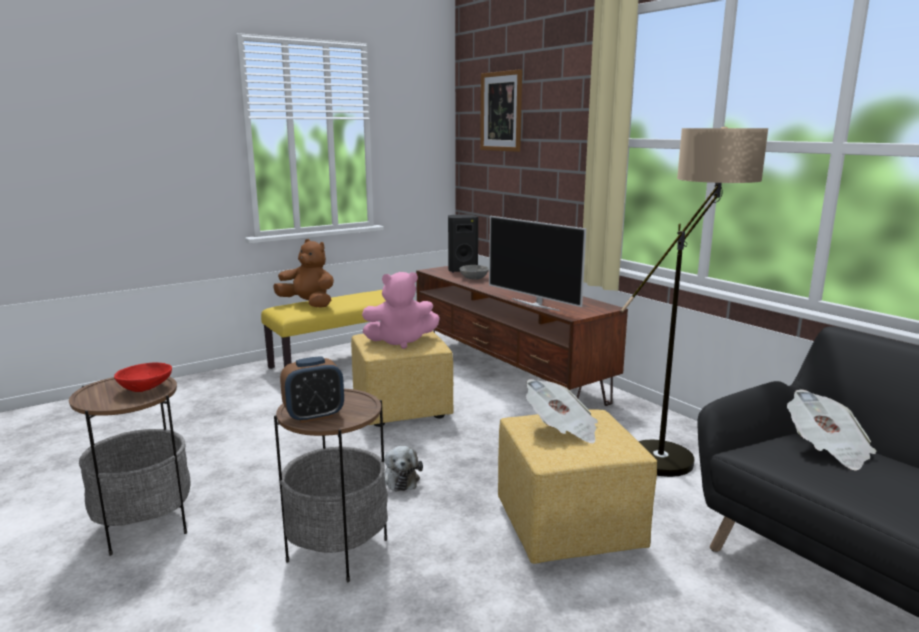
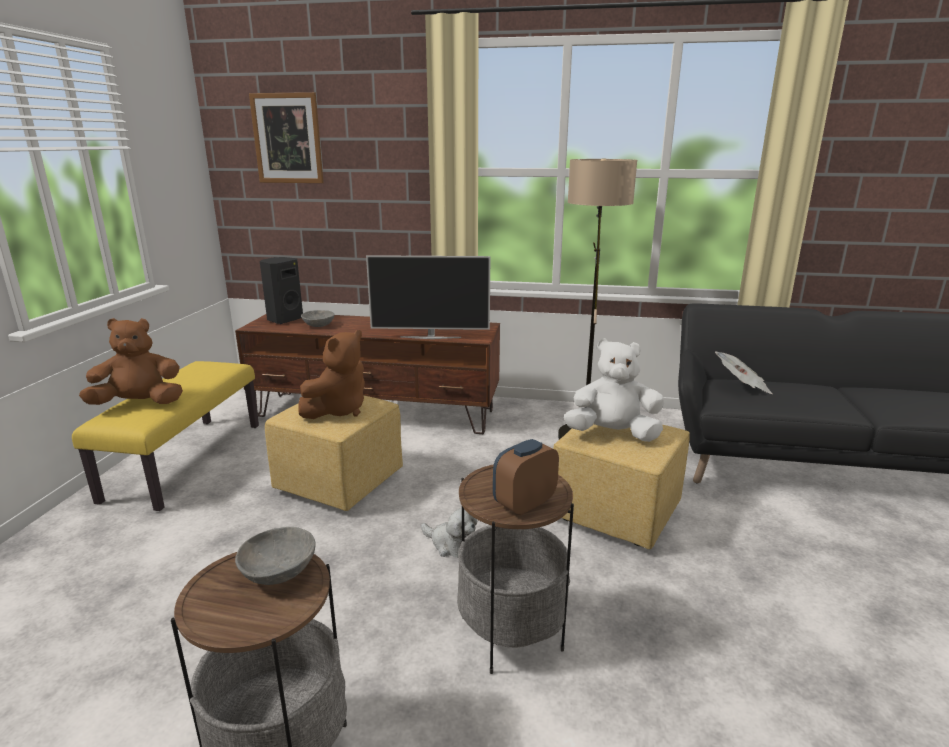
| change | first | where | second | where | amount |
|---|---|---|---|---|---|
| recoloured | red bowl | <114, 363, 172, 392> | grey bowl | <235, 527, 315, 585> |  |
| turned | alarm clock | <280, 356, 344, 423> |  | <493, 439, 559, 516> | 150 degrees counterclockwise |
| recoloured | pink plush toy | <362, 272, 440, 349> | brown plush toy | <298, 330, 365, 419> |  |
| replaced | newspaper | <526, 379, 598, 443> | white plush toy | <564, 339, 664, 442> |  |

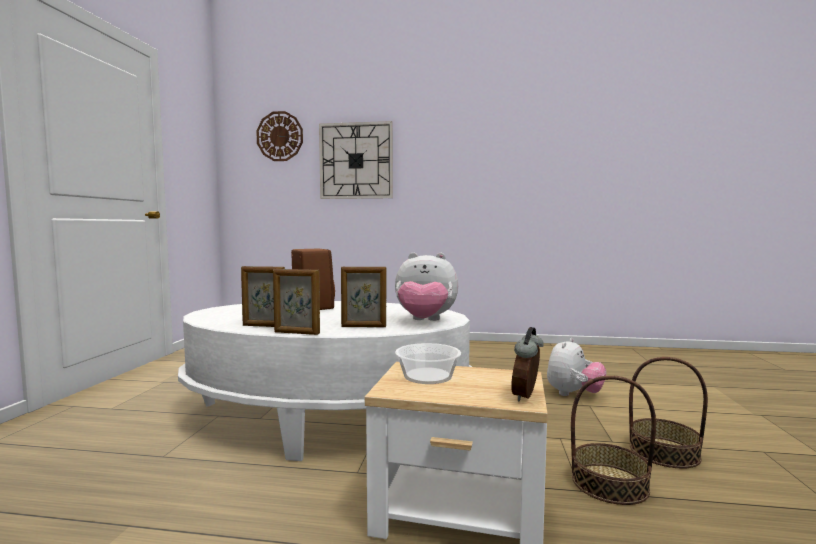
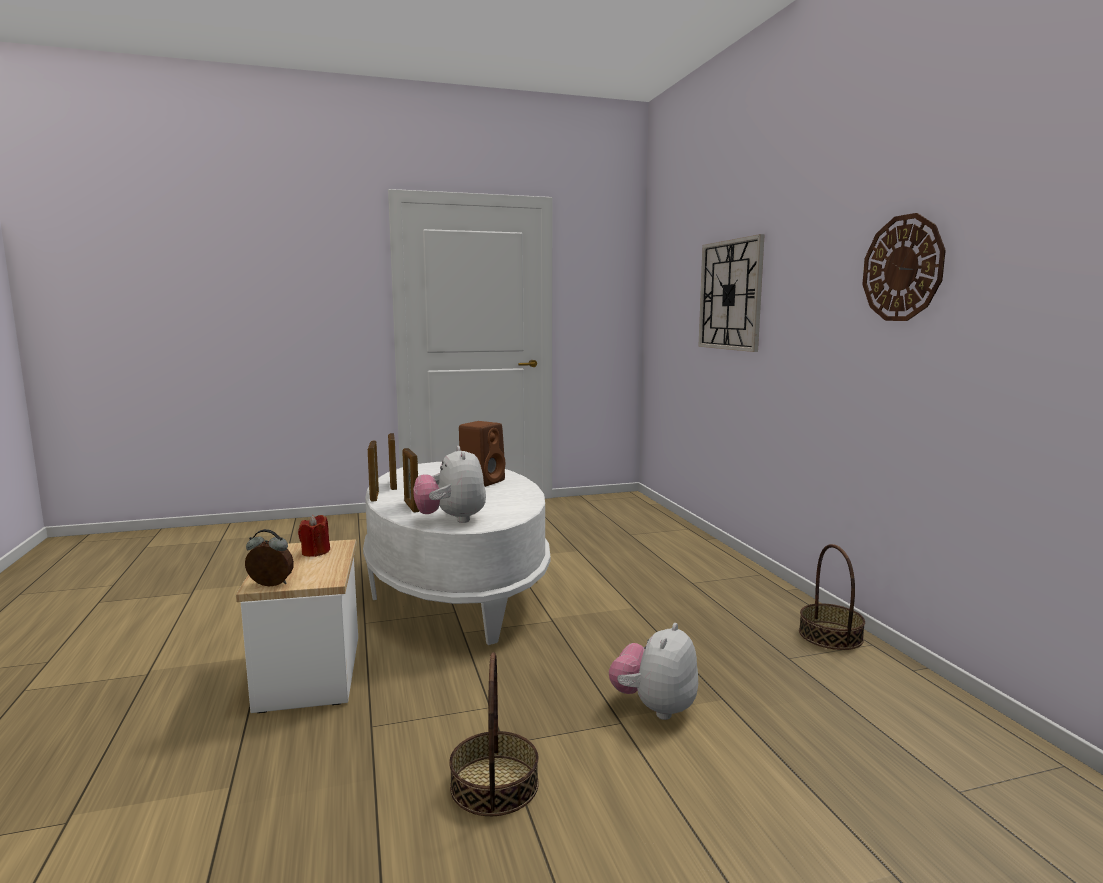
| change | first | where | second | where | amount |
|---|---|---|---|---|---|
| moved | wall clock | <256, 111, 303, 161> |  | <862, 213, 946, 321> |  |
| replaced | bowl | <395, 343, 461, 384> | red candle | <298, 515, 330, 557> |  |
| turned | plush toy | <547, 338, 606, 396> |  | <609, 623, 698, 720> | 105 degrees clockwise |
| moved | basket | <571, 375, 656, 505> |  | <799, 544, 865, 650> |  |

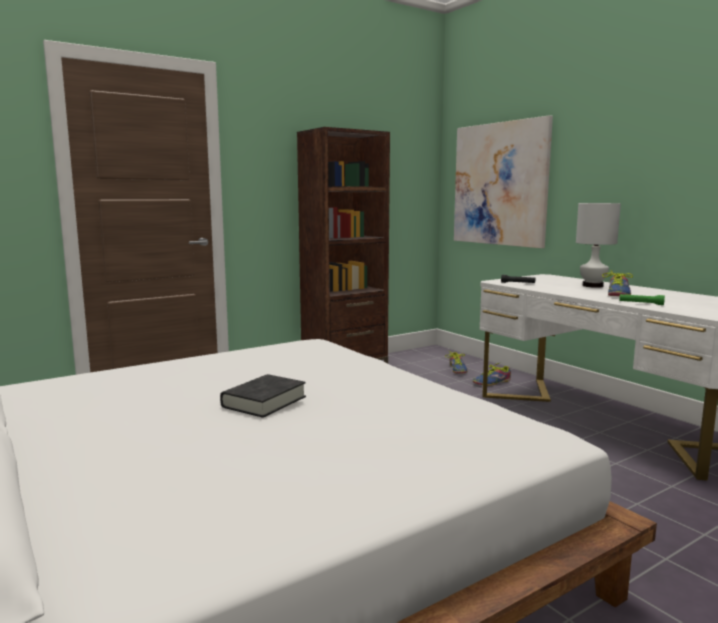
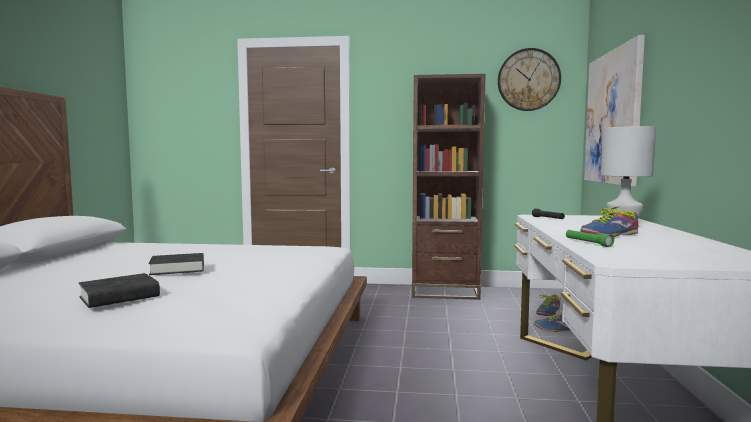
| change | first | where | second | where | amount |
|---|---|---|---|---|---|
| added |  |  | black book | <78, 273, 160, 308> |  |
| added |  |  | wall clock | <498, 48, 561, 111> |  |

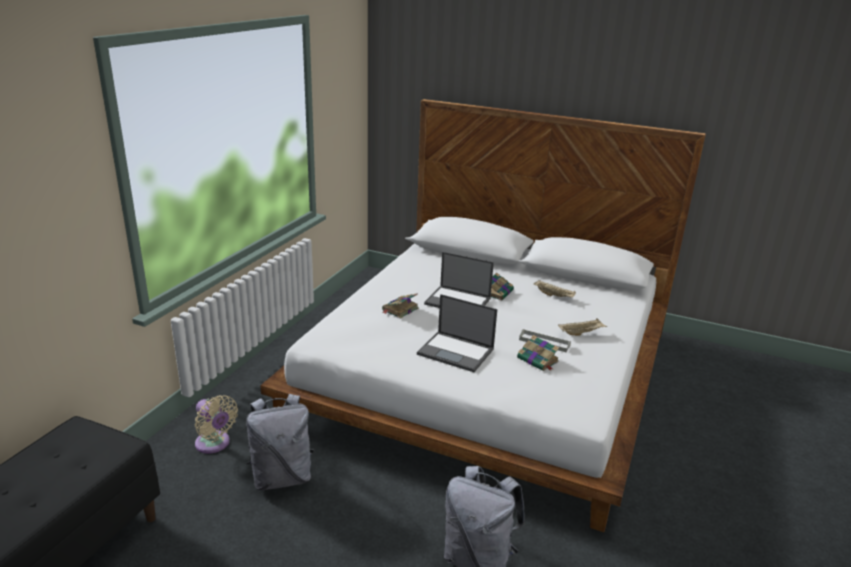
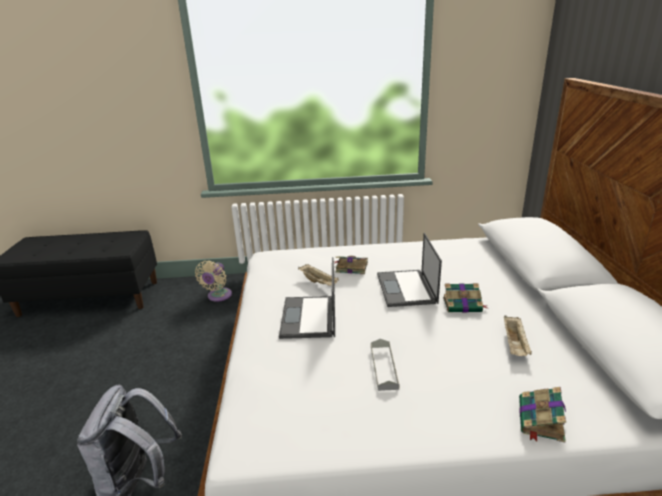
| change | first | where | second | where | amount |
|---|---|---|---|---|---|
| removed | grey backpack | <246, 394, 314, 491> |  |  |  |
| moved | book | <517, 335, 559, 371> |  | <519, 387, 566, 442> |  |
| moved | beige tray | <558, 318, 607, 336> |  | <298, 264, 339, 286> |  |

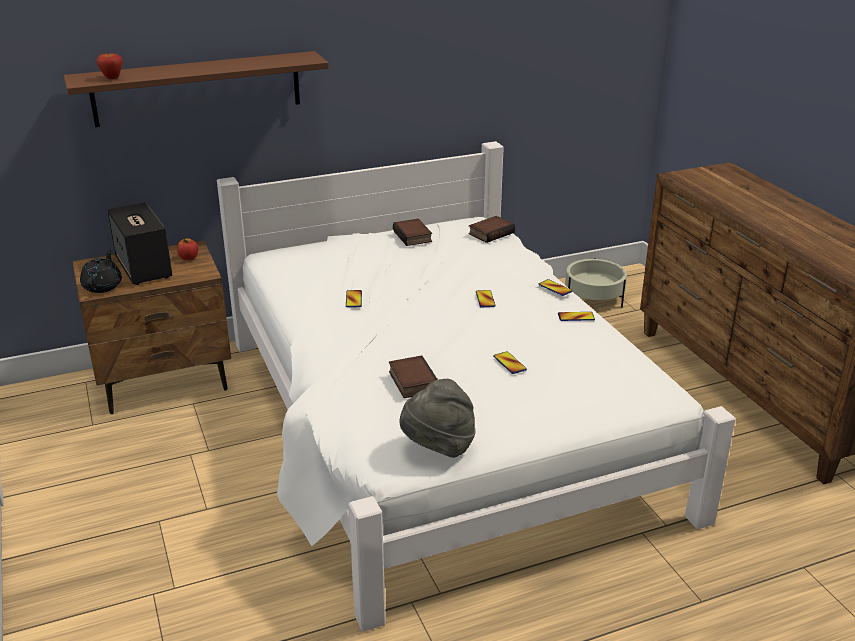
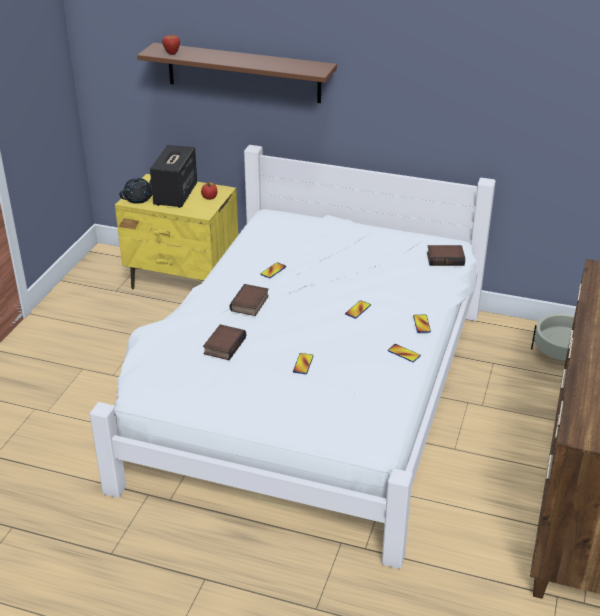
| change | first | where | second | where | amount |
|---|---|---|---|---|---|
| recoloured | brown nightstand | <72, 241, 231, 414> | yellow nightstand | <115, 174, 238, 289> |  |
| moved | book | <393, 219, 432, 246> |  | <230, 284, 269, 316> |  |
| removed | grey hat | <400, 379, 476, 458> |  |  |  |

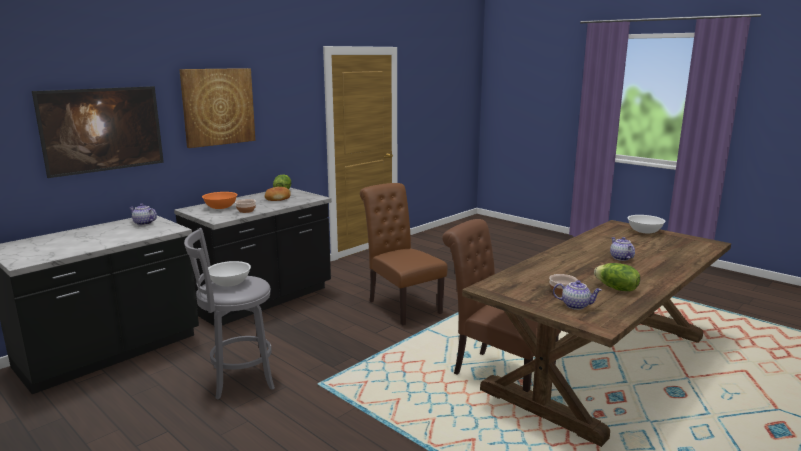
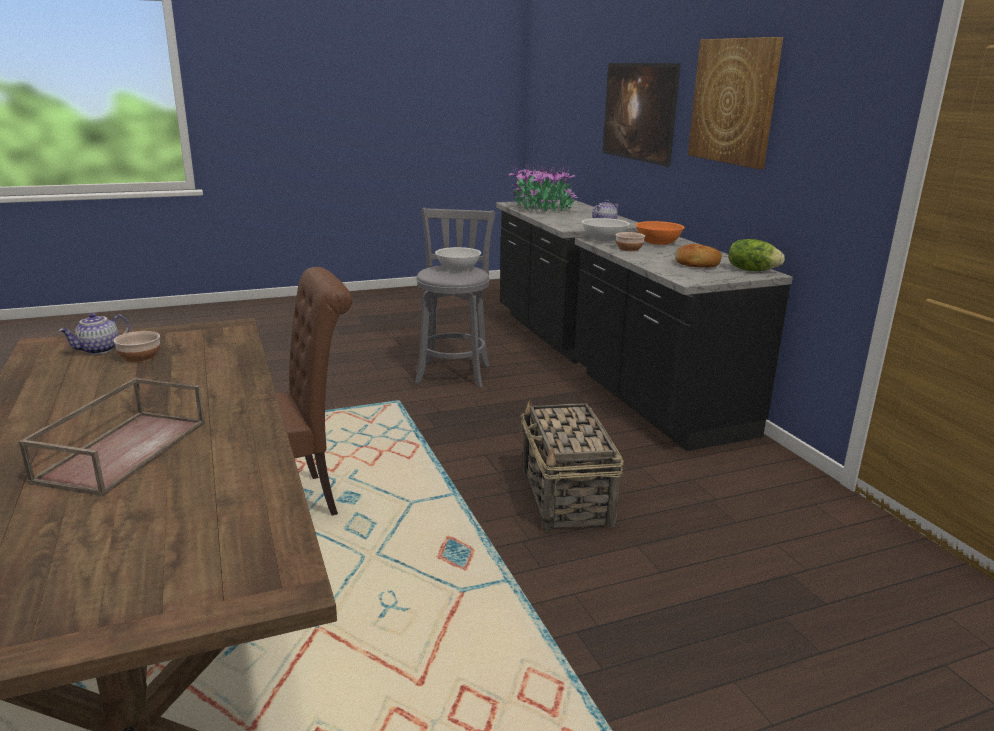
| change | first | where | second | where | amount |
|---|---|---|---|---|---|
| replaced | brown chair | <360, 183, 448, 325> | basket | <520, 400, 624, 532> |  |
| removed | lettuce | <594, 263, 640, 291> |  |  |  |
| replaced | teapot | <610, 237, 635, 261> | brown tray | <18, 377, 205, 497> |  |
| moved | white bowl | <627, 215, 666, 233> |  | <582, 218, 630, 241> |  |
| added |  |  | potted plant | <509, 164, 578, 211> |  |

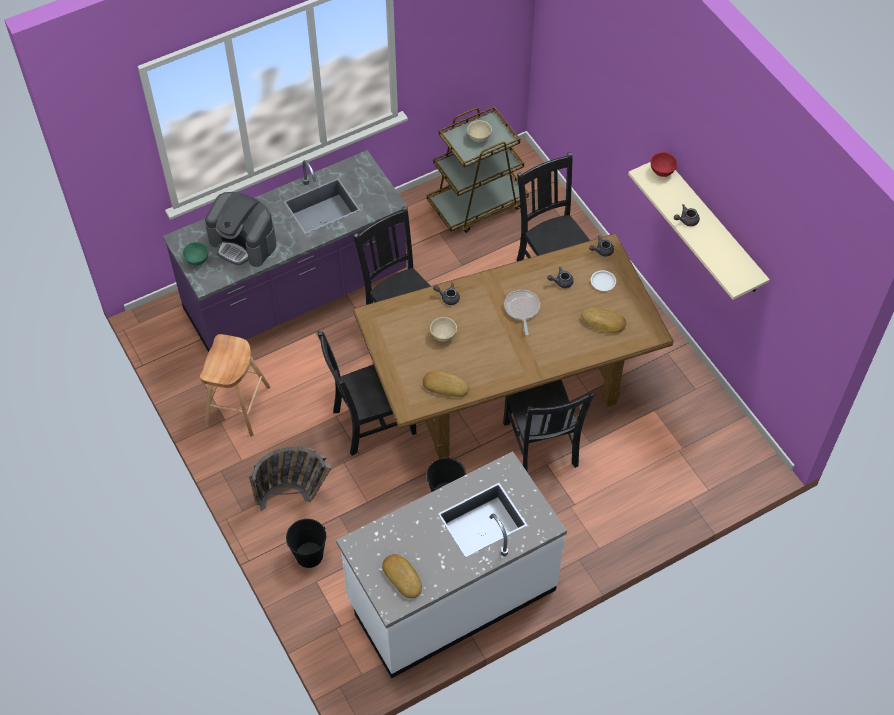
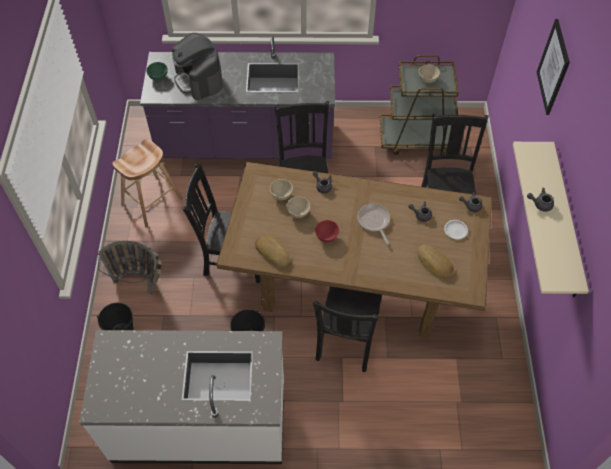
| change | first | where | second | where | amount |
|---|---|---|---|---|---|
| removed | bread | <382, 554, 422, 599> |  |  |  |
| turned | frying pan | <504, 290, 540, 335> |  | <357, 204, 390, 244> | 45 degrees counterclockwise |
| moved | red bowl | <650, 152, 677, 177> |  | <315, 220, 339, 243> |  |
| added |  |  | beige bowl | <270, 179, 293, 200> |  |
| added |  |  | picture | <537, 19, 570, 115> |  |

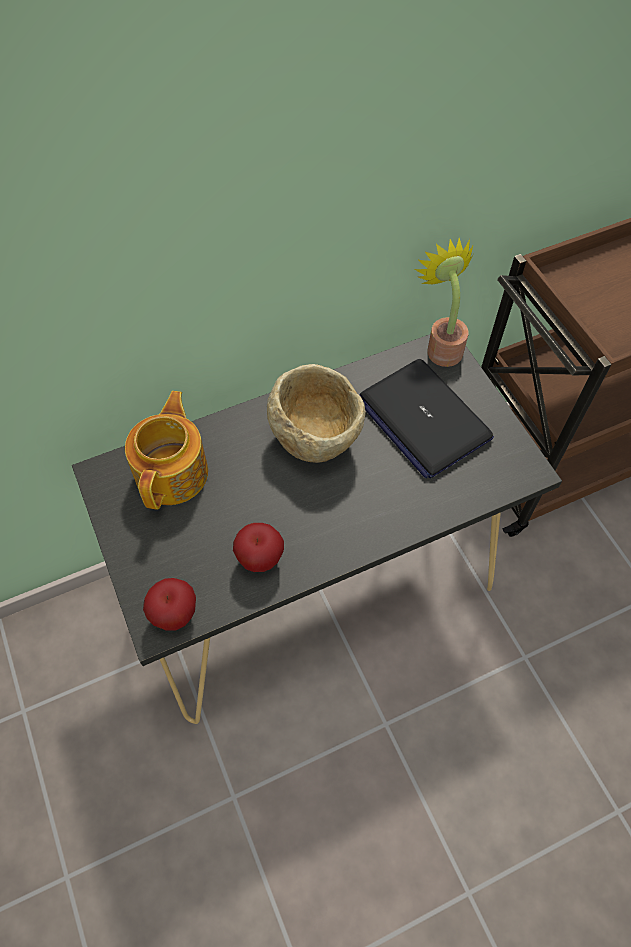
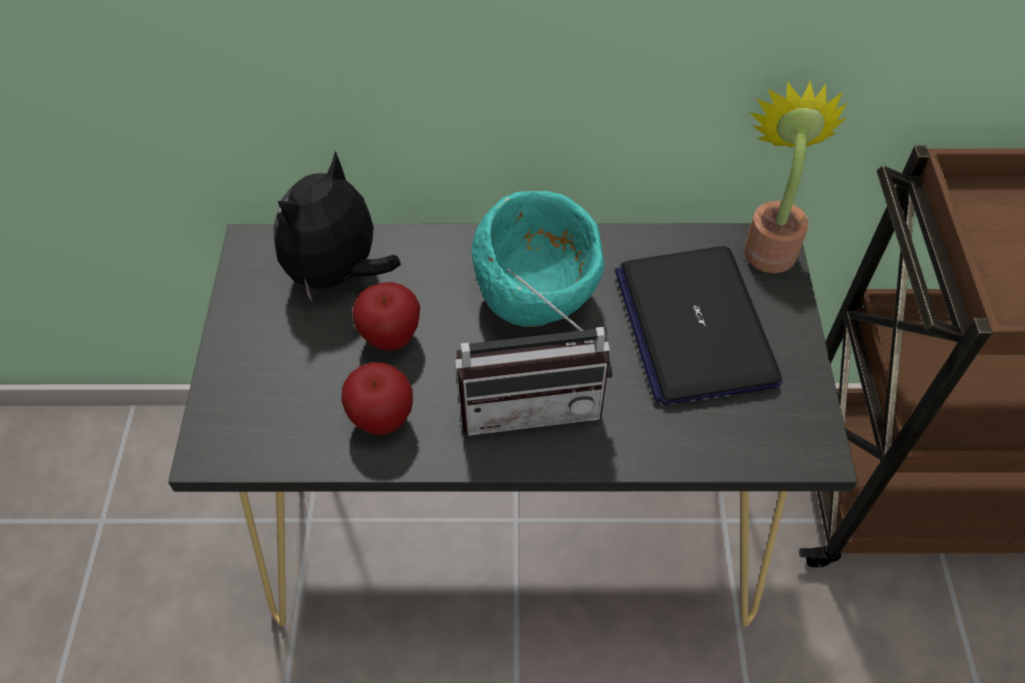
| change | first | where | second | where | amount |
|---|---|---|---|---|---|
| replaced | teapot | <125, 391, 208, 510> | plush toy | <273, 151, 401, 303> |  |
| moved | apple | <143, 578, 196, 631> |  | <352, 282, 420, 351> |  |
| recoloured | beige bowl | <267, 364, 366, 463> | turquoise bowl | <472, 191, 605, 327> |  |
| added |  |  | radio | <455, 268, 612, 436> |  |

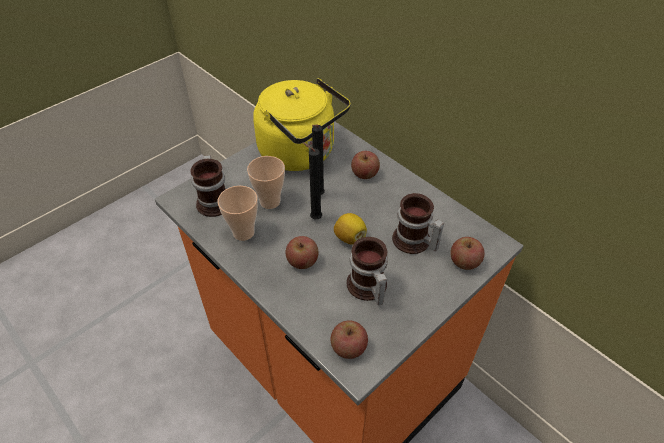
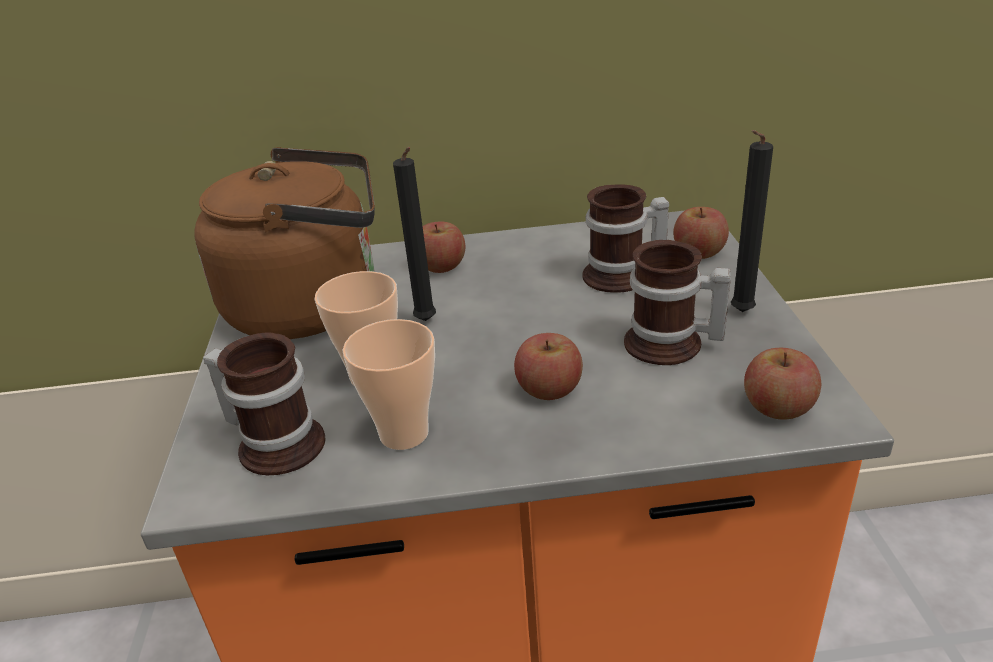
| change | first | where | second | where | amount |
|---|---|---|---|---|---|
| recoloured | yellow kettle | <253, 78, 351, 171> | brown kettle | <195, 147, 375, 339> |  |
| moved | black candle | <302, 142, 322, 219> |  | <731, 130, 773, 312> |  |
| removed | lemon | <334, 213, 367, 245> |  |  |  |

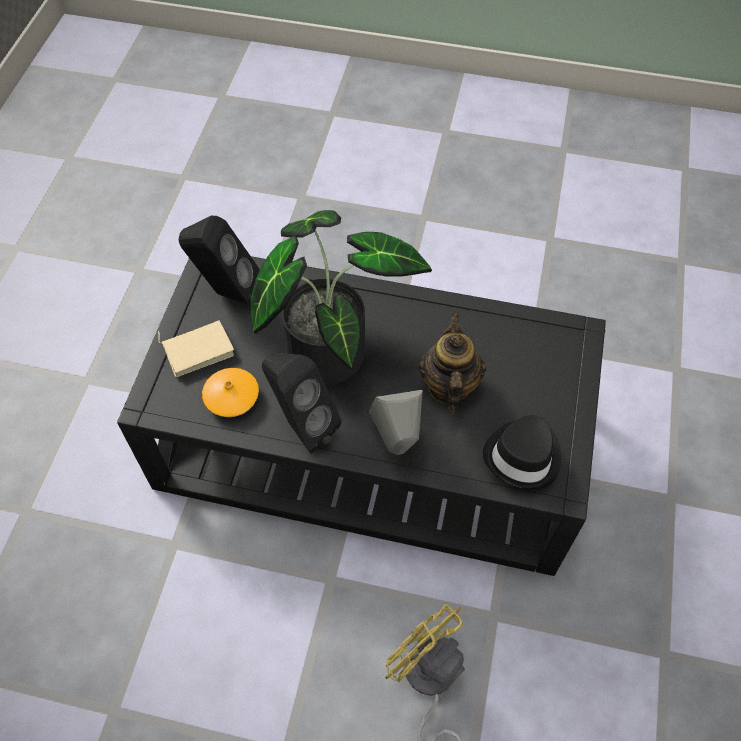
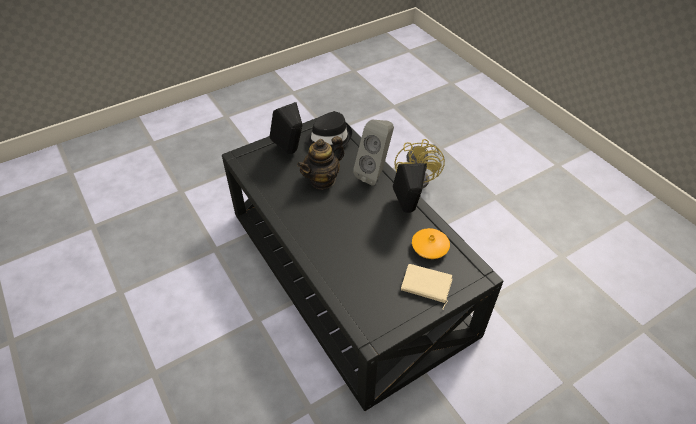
| change | first | where | second | where | amount |
|---|---|---|---|---|---|
| moved | black speaker | <179, 216, 260, 305> |  | <270, 102, 302, 154> |  |
| removed | potted plant | <250, 210, 432, 385> |  |  |  |

